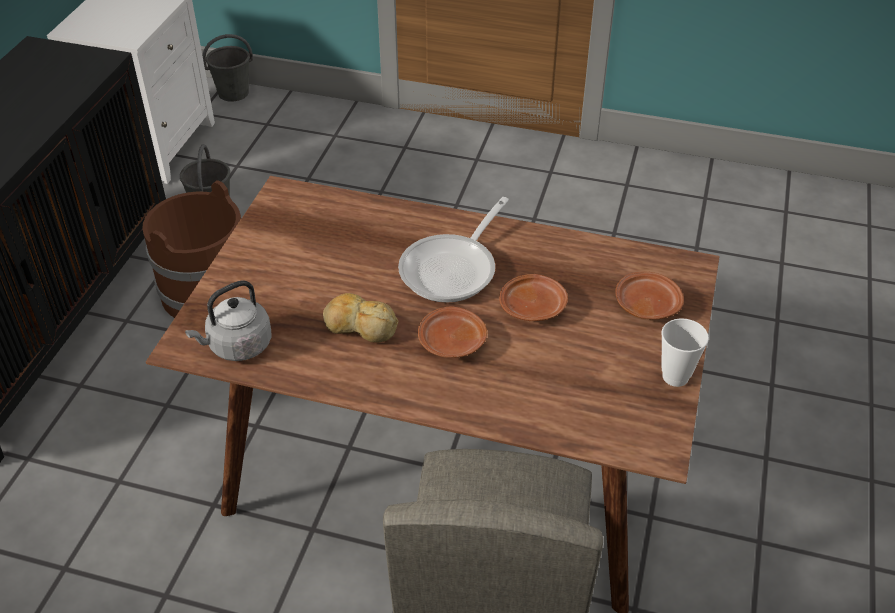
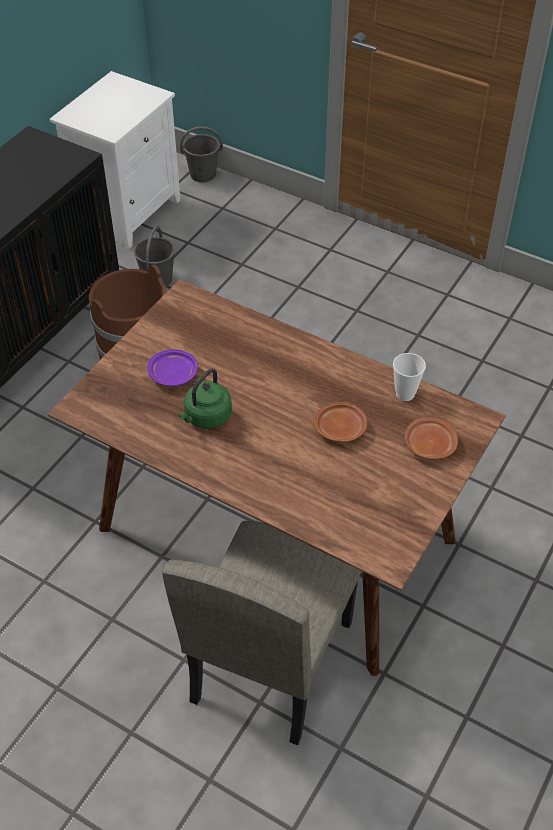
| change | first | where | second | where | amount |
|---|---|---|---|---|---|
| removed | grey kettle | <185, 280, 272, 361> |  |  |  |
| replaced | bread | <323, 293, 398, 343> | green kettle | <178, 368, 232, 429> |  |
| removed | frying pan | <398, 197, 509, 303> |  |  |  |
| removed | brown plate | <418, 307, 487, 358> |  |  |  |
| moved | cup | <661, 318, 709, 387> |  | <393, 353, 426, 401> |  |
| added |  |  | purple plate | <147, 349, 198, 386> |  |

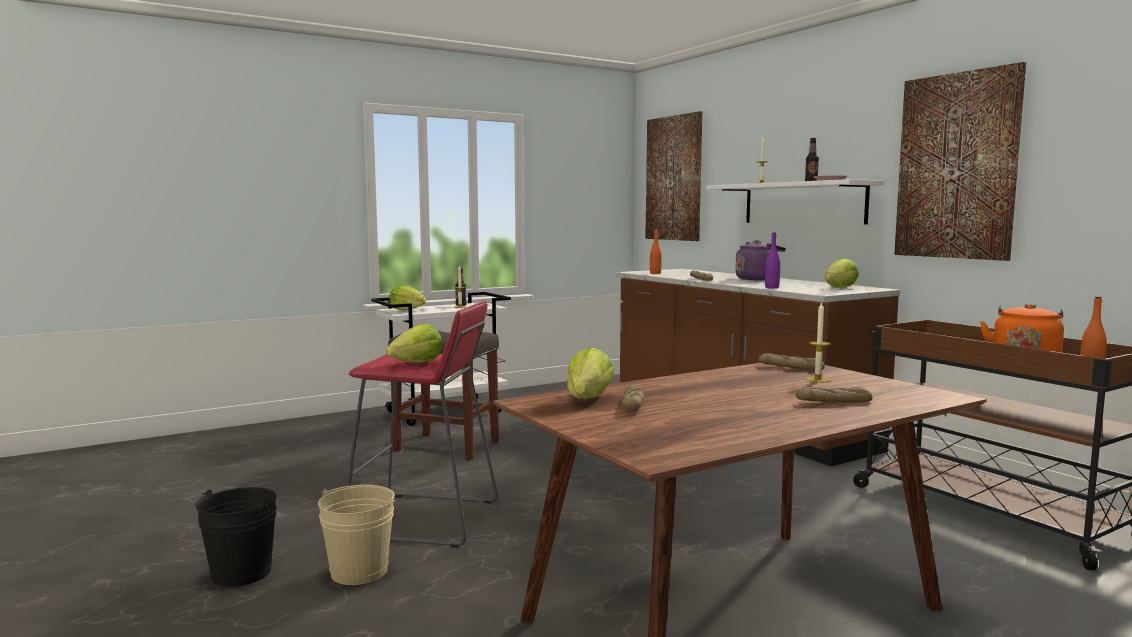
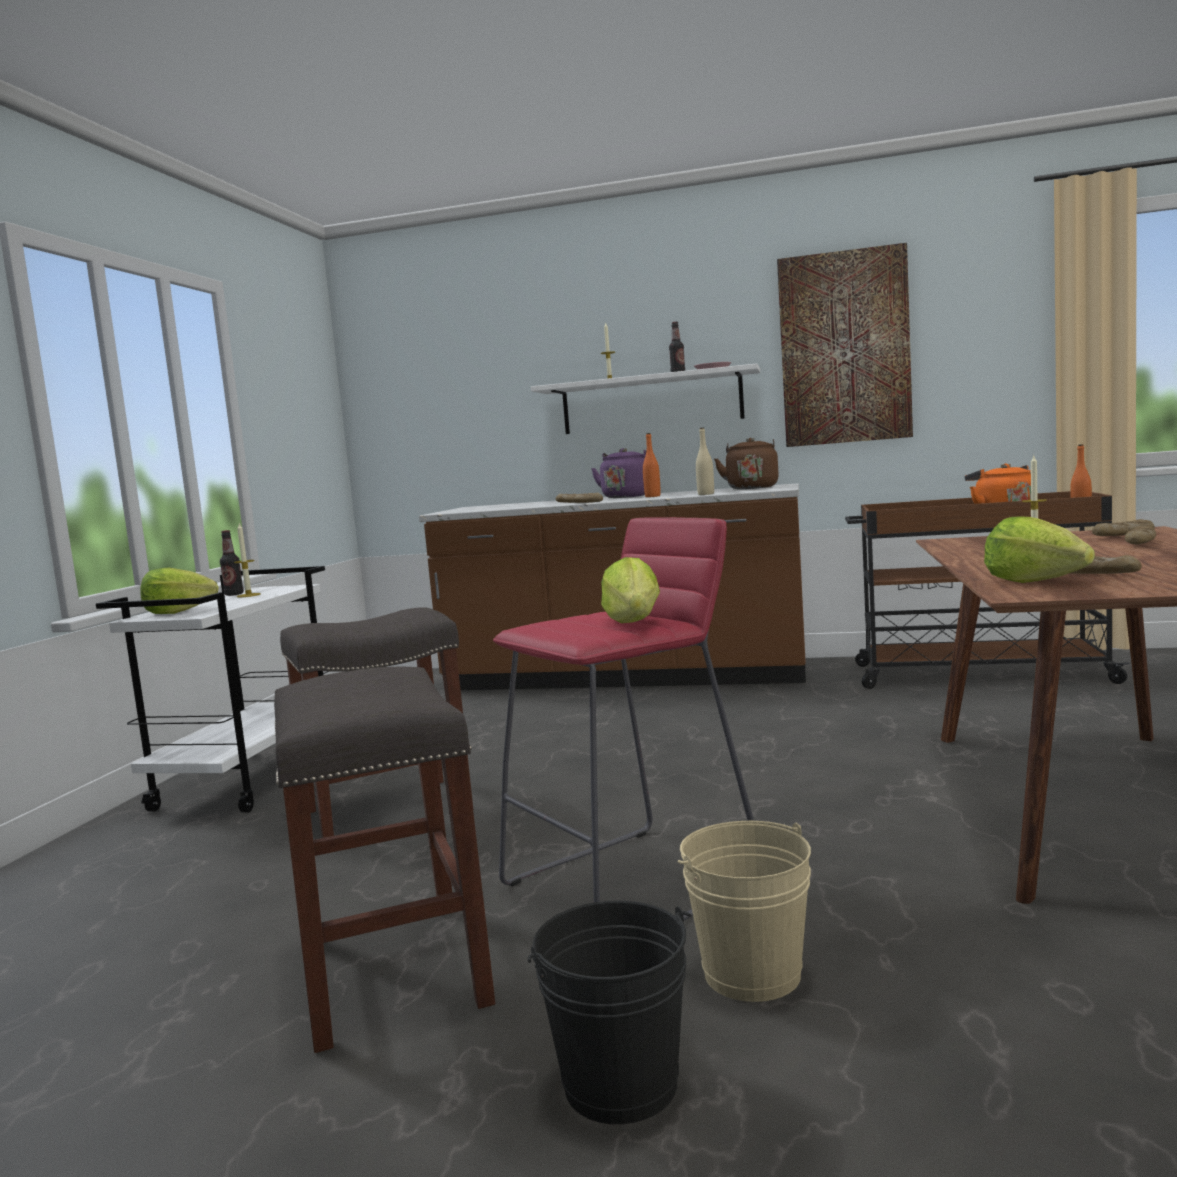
| change | first | where | second | where | amount |
|---|---|---|---|---|---|
| removed | picture | <645, 111, 702, 241> |  |  |  |
| moved | orange bottle | <650, 229, 662, 274> |  | <643, 433, 661, 497> |  |
| moved | bread | <758, 353, 825, 370> |  | <1092, 519, 1155, 536> |  |
| recoloured | purple bottle | <765, 233, 780, 289> | beige bottle | <696, 428, 714, 495> |  |
| replaced | lettuce | <825, 259, 859, 288> | brown kettle | <714, 438, 779, 489> |  |
| added |  |  | grey stool | <274, 666, 495, 1053> |  |

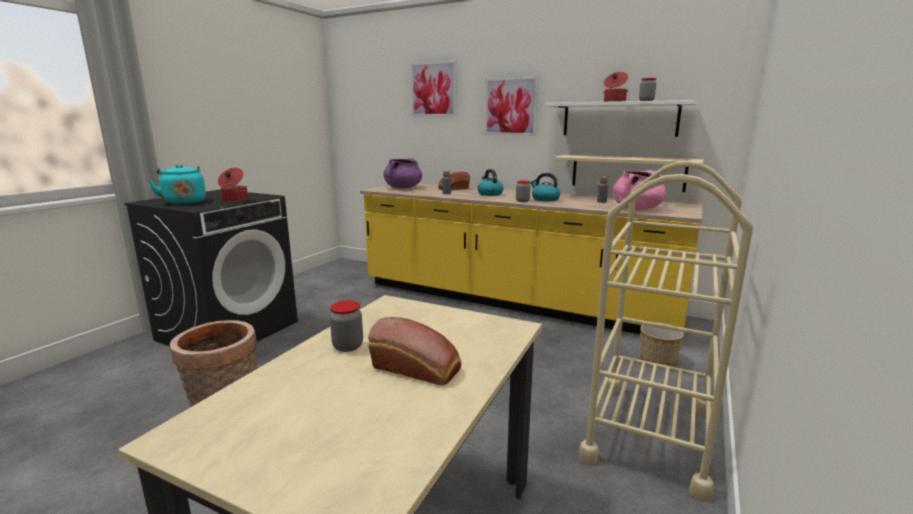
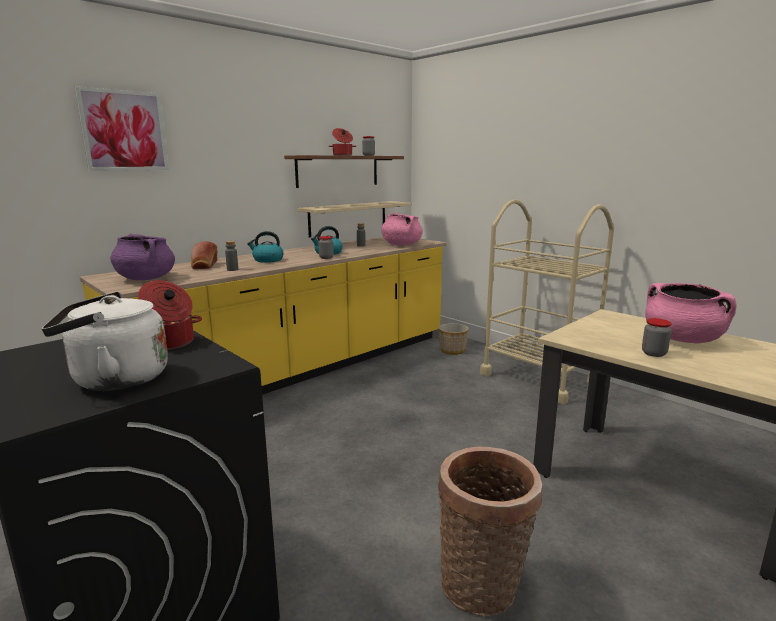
| change | first | where | second | where | amount |
|---|---|---|---|---|---|
| recoloured | turquoise kettle | <148, 164, 206, 205> | white kettle | <42, 292, 168, 391> |  |
| replaced | bread | <368, 317, 462, 386> | pink cooking pot | <645, 283, 736, 344> |  |
| removed | picture | <484, 76, 539, 136> |  |  |  |
| recoloured | white shelf | <545, 100, 697, 137> | brown shelf | <284, 155, 404, 188> |  |

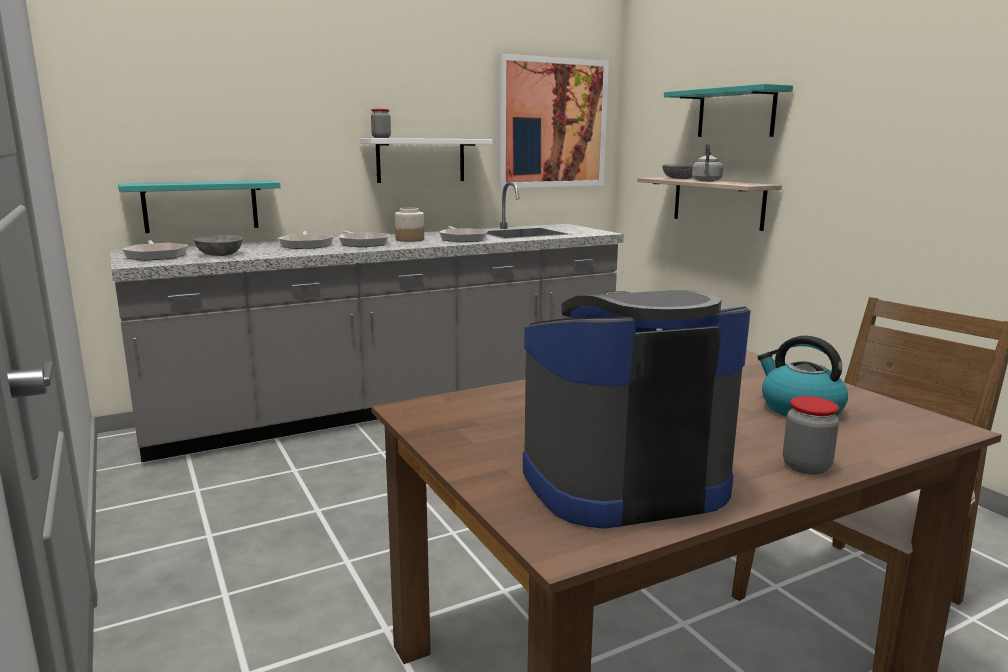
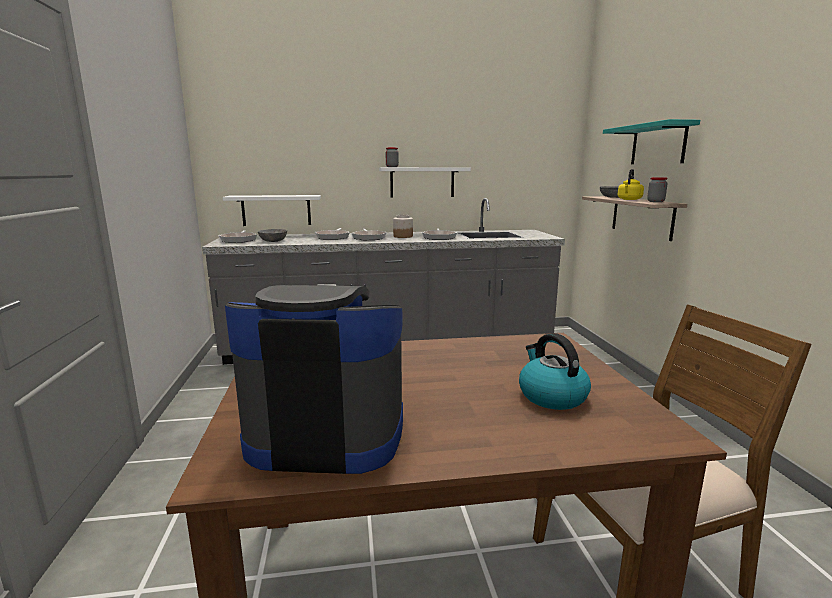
| change | first | where | second | where | amount |
|---|---|---|---|---|---|
| recoloured | turquoise shelf | <118, 180, 281, 233> | white shelf | <223, 195, 321, 226> |  |
| removed | picture | <498, 54, 609, 188> |  |  |  |
| recoloured | grey kettle | <692, 143, 723, 182> | yellow kettle | <618, 169, 644, 200> |  |
| moved | jar | <783, 396, 839, 475> |  | <647, 177, 668, 202> |  |

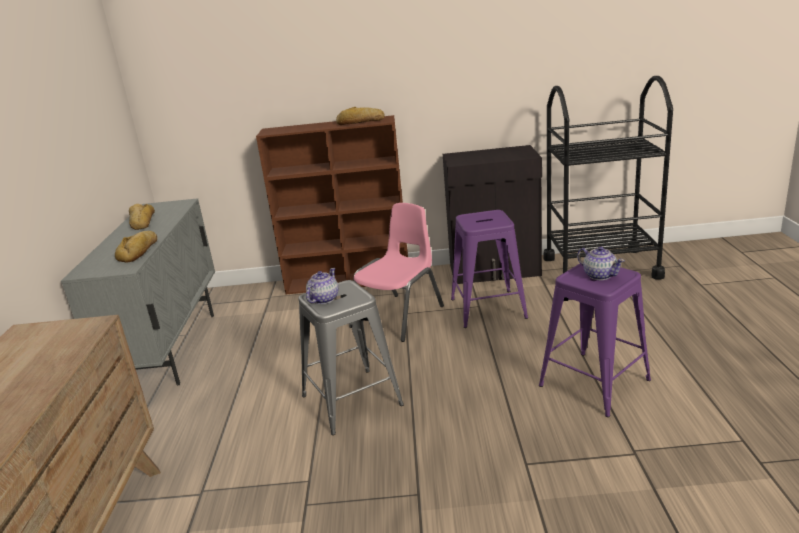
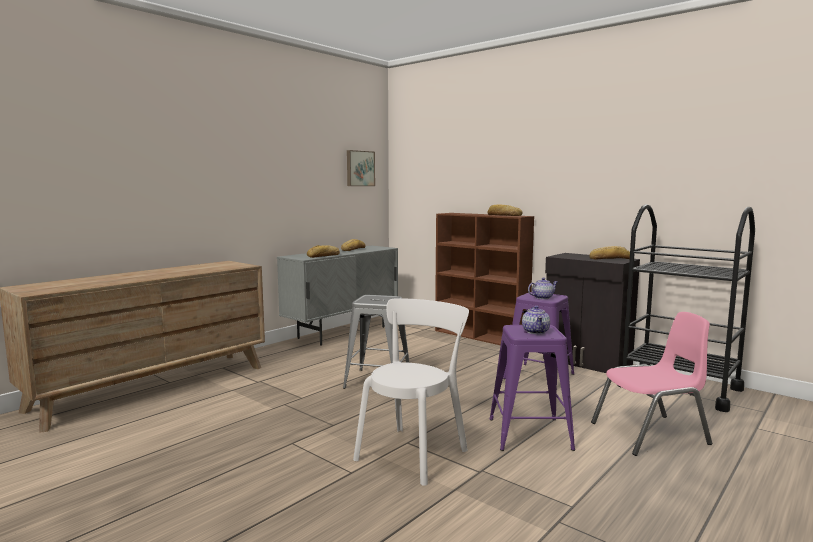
| change | first | where | second | where | amount |
|---|---|---|---|---|---|
| moved | teapot | <306, 268, 338, 304> |  | <528, 278, 557, 299> |  |
| moved | pink chair | <349, 203, 444, 342> |  | <591, 312, 712, 456> |  |
| added |  |  | picture | <347, 150, 375, 186> |  |
| added |  |  | white chair | <353, 298, 469, 486> |  |
| added |  |  | bread | <589, 246, 630, 259> |  |

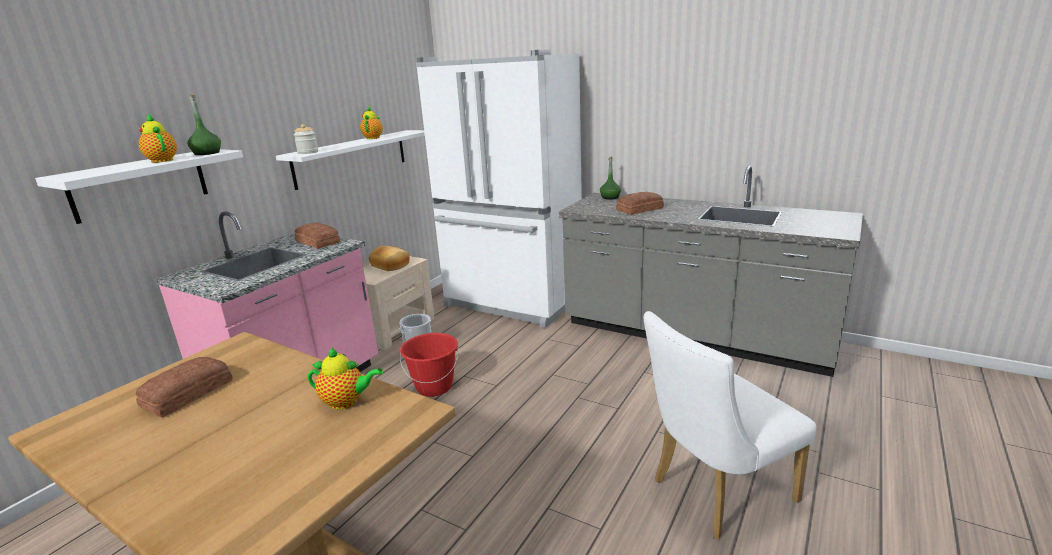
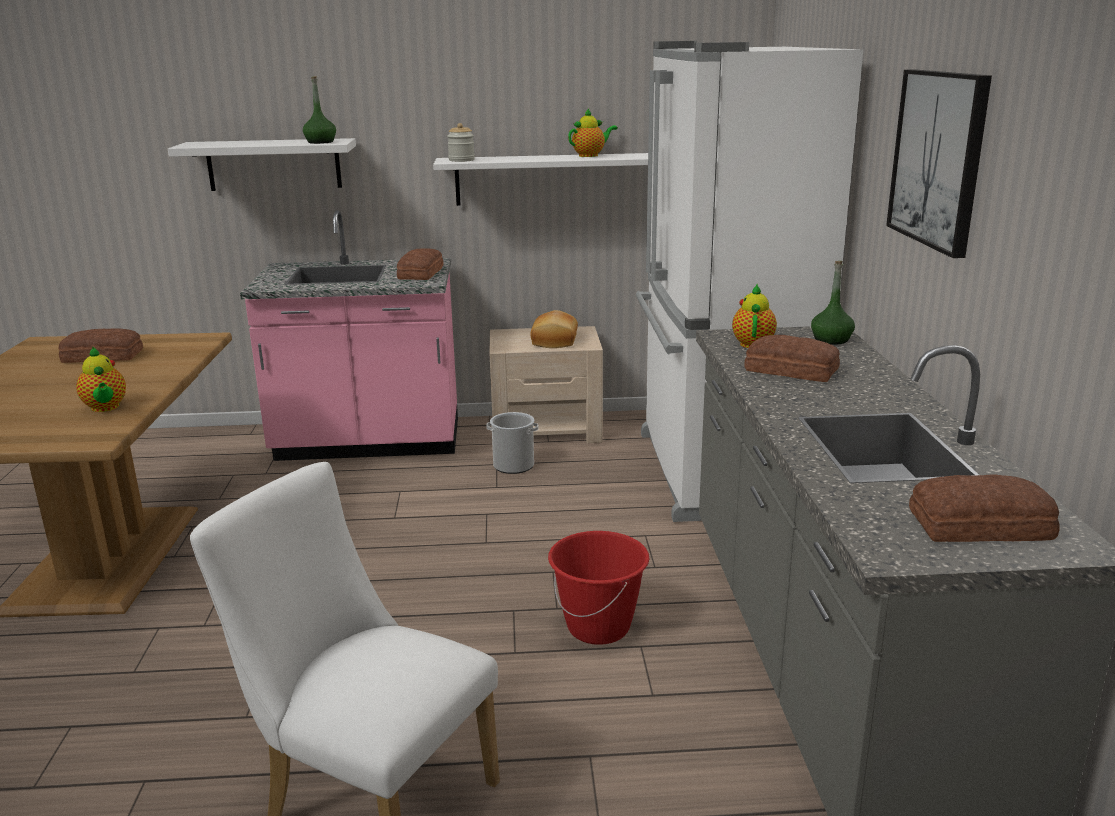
| change | first | where | second | where | amount |
|---|---|---|---|---|---|
| moved | teapot | <138, 114, 177, 163> |  | <732, 284, 777, 348> |  |
| moved | red bucket | <400, 333, 459, 397> |  | <548, 531, 649, 645> |  |
| added |  |  | picture | <886, 69, 992, 258> |  |
| added |  |  | bread | <909, 474, 1060, 542> |  |

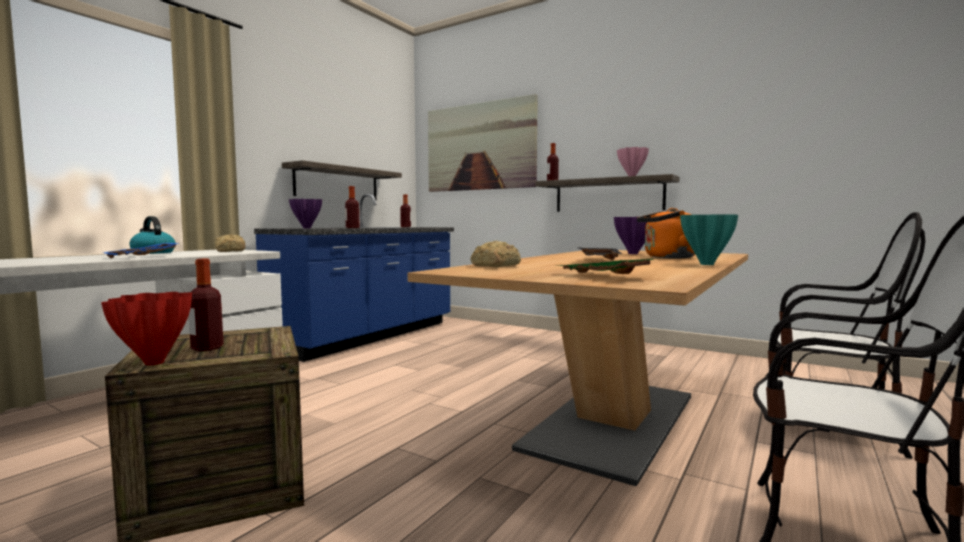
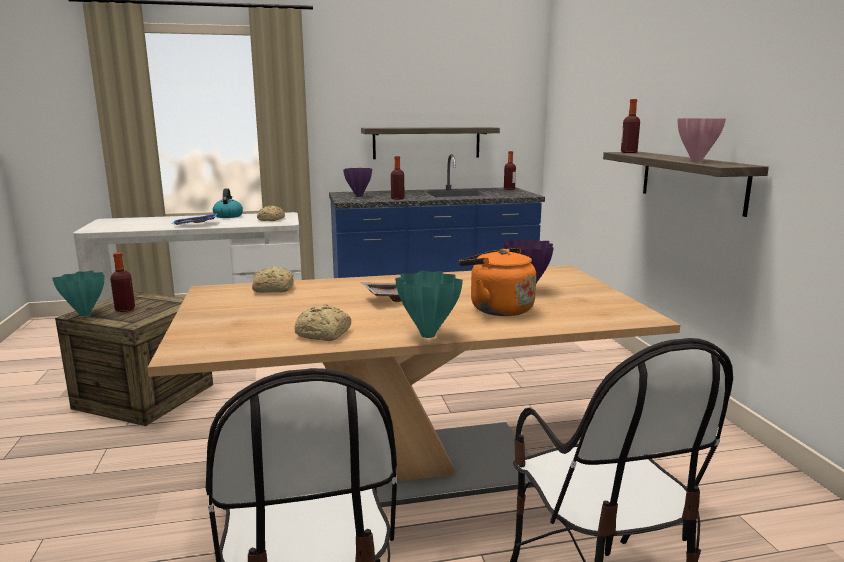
| change | first | where | second | where | amount |
|---|---|---|---|---|---|
| recoloured | red vase | <101, 292, 192, 366> | turquoise vase | <52, 271, 104, 316> |  |
| removed | picture | <428, 94, 538, 192> |  |  |  |
| removed | green tray | <558, 259, 654, 274> |  |  |  |
| added |  |  | bread | <294, 304, 351, 341> |  |

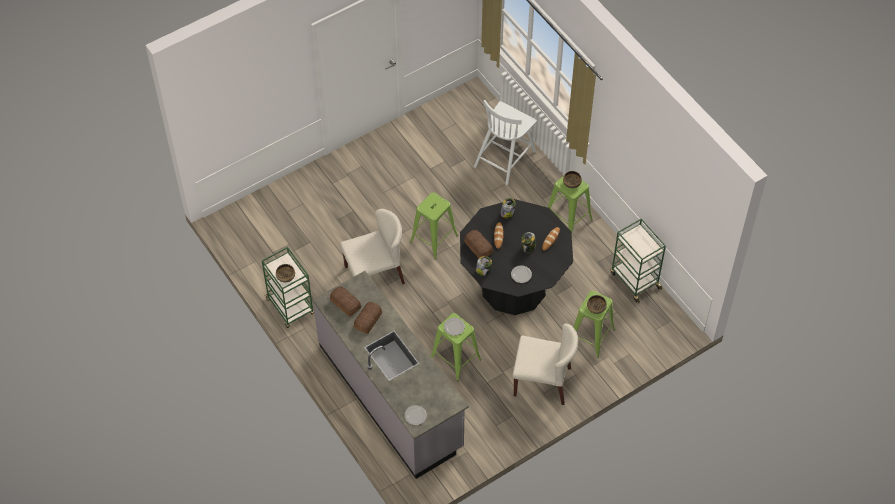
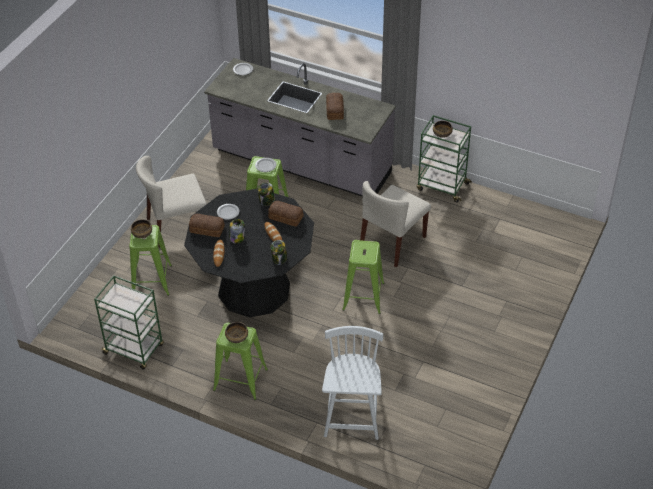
| change | first | where | second | where | amount |
|---|---|---|---|---|---|
| moved | bread | <330, 286, 361, 317> |  | <189, 214, 225, 237> |  |

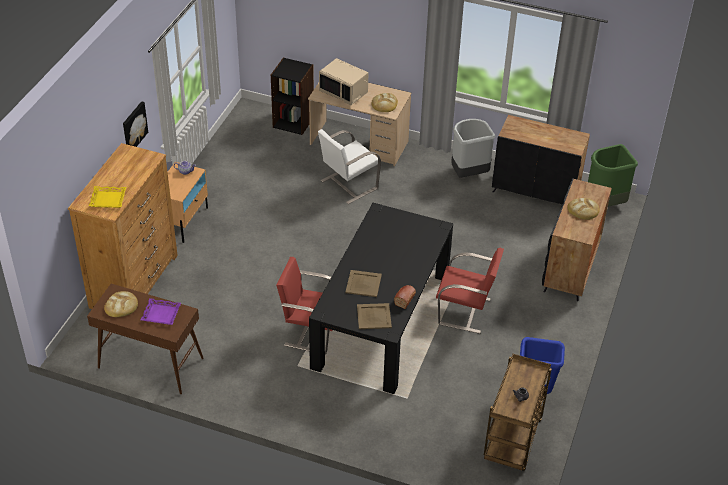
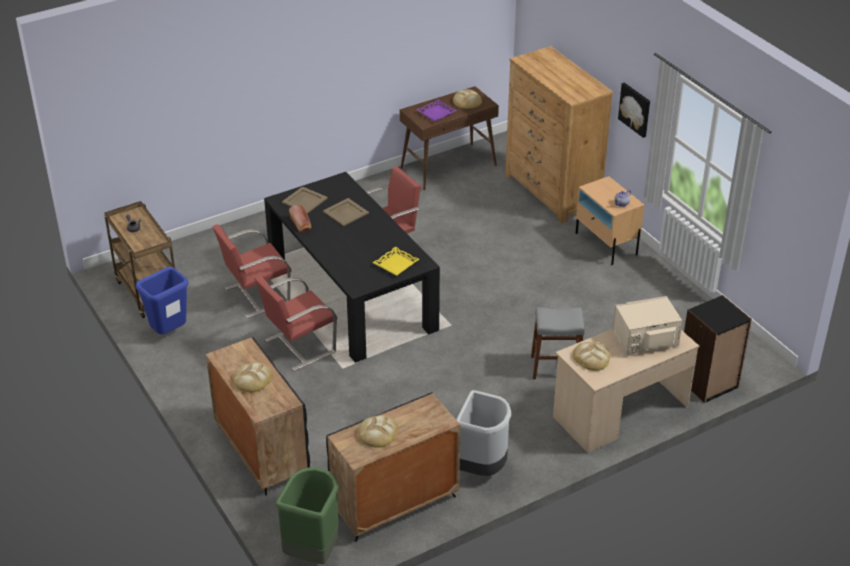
| change | first | where | second | where | amount |
|---|---|---|---|---|---|
| moved | yellow tray | <89, 186, 126, 208> |  | <373, 247, 419, 276> |  |
| replaced | white chair | <318, 129, 381, 204> | grey stool | <531, 307, 585, 379> |  |
| added |  |  | red chair | <212, 224, 291, 318> |  |
| added |  |  | bread | <358, 415, 399, 447> |  |

